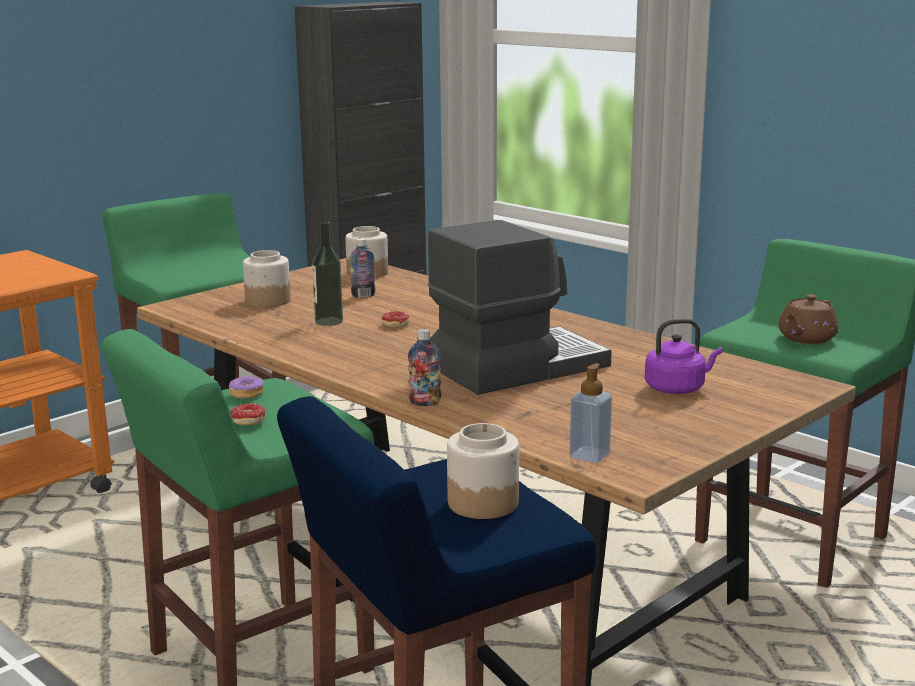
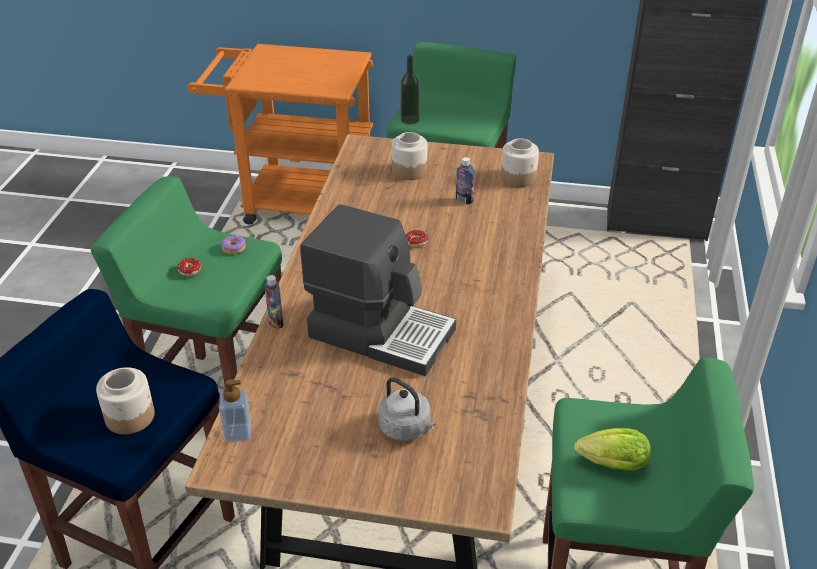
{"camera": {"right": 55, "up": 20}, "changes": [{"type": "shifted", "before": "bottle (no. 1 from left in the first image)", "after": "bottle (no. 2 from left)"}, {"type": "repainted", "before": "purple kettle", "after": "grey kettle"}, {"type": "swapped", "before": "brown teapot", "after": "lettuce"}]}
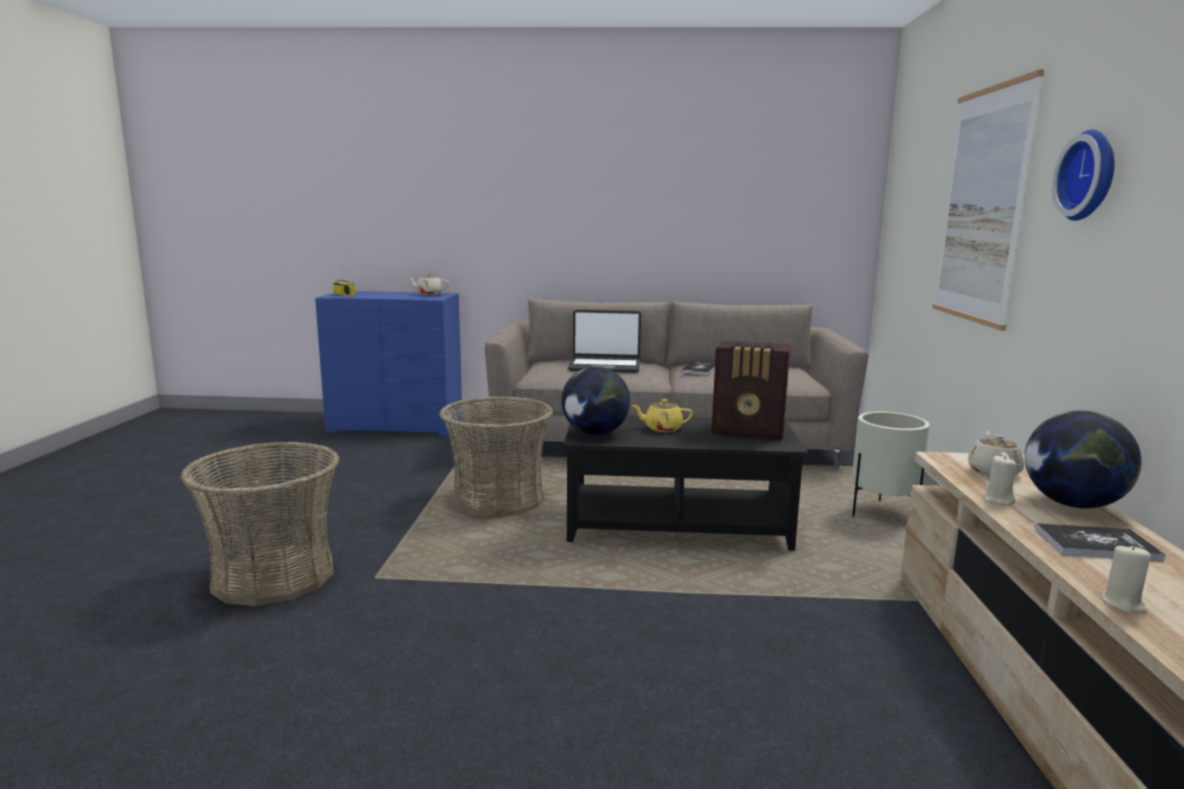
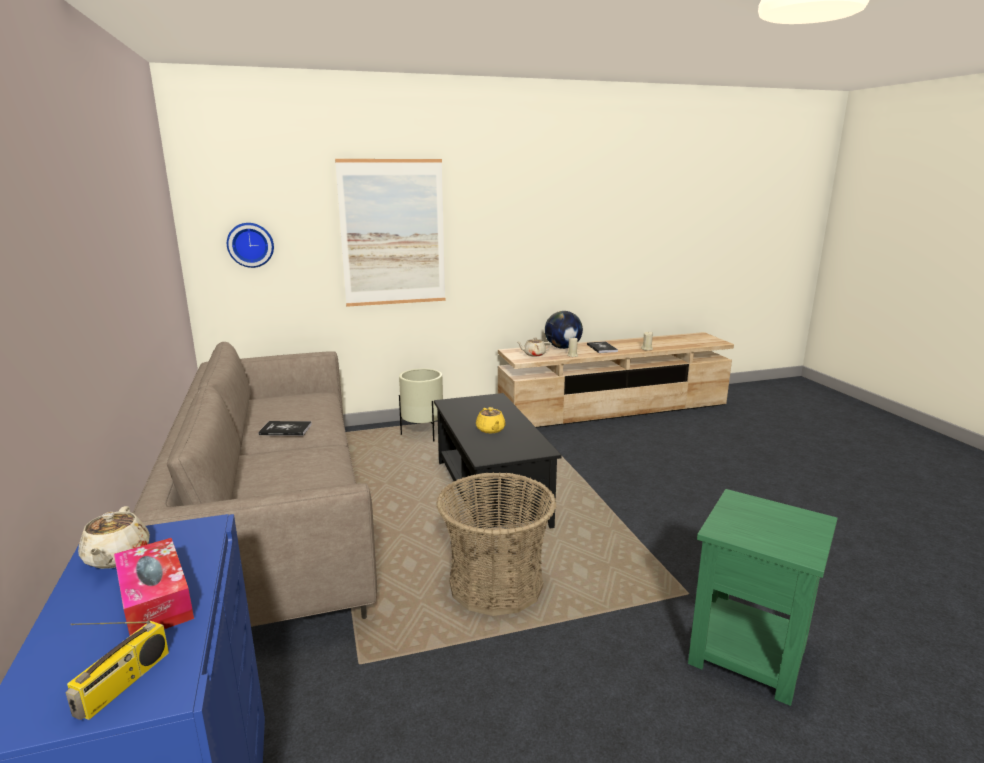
{"camera": {"right": -110, "up": 5}, "changes": [{"type": "swapped", "before": "basket (no. 1 from left)", "after": "green side table"}, {"type": "gone", "before": "globe (no. 1 from left)"}, {"type": "gone", "before": "laptop"}, {"type": "gone", "before": "radio (no. 2 from left)"}, {"type": "shifted", "before": "wall clock"}, {"type": "new", "after": "tissue box"}]}
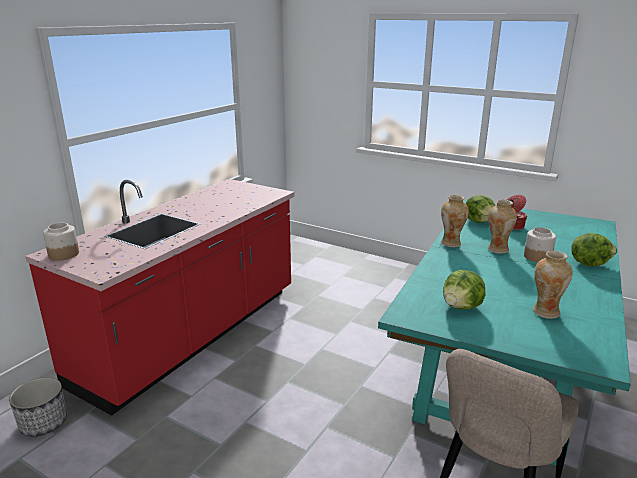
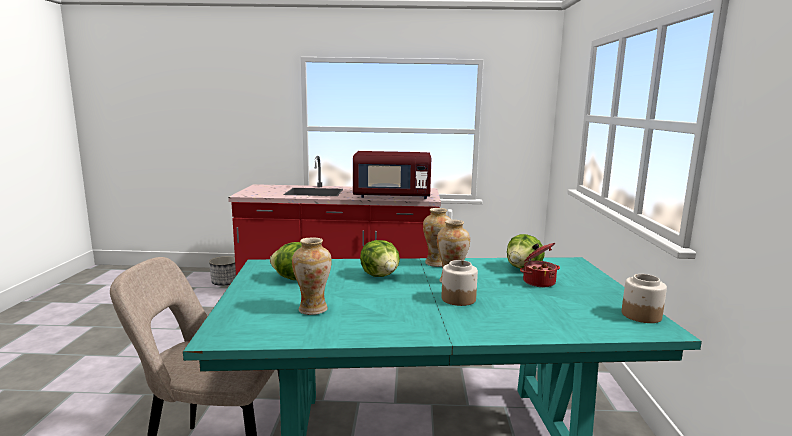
{"camera": {"right": 60, "up": -10}, "changes": [{"type": "shifted", "before": "jar (no. 1 from left in the first image)", "after": "jar (no. 2 from left)"}, {"type": "shifted", "before": "lettuce (no. 3 from left in the first image)", "after": "lettuce (no. 2 from left)"}, {"type": "new", "after": "red microwave"}]}
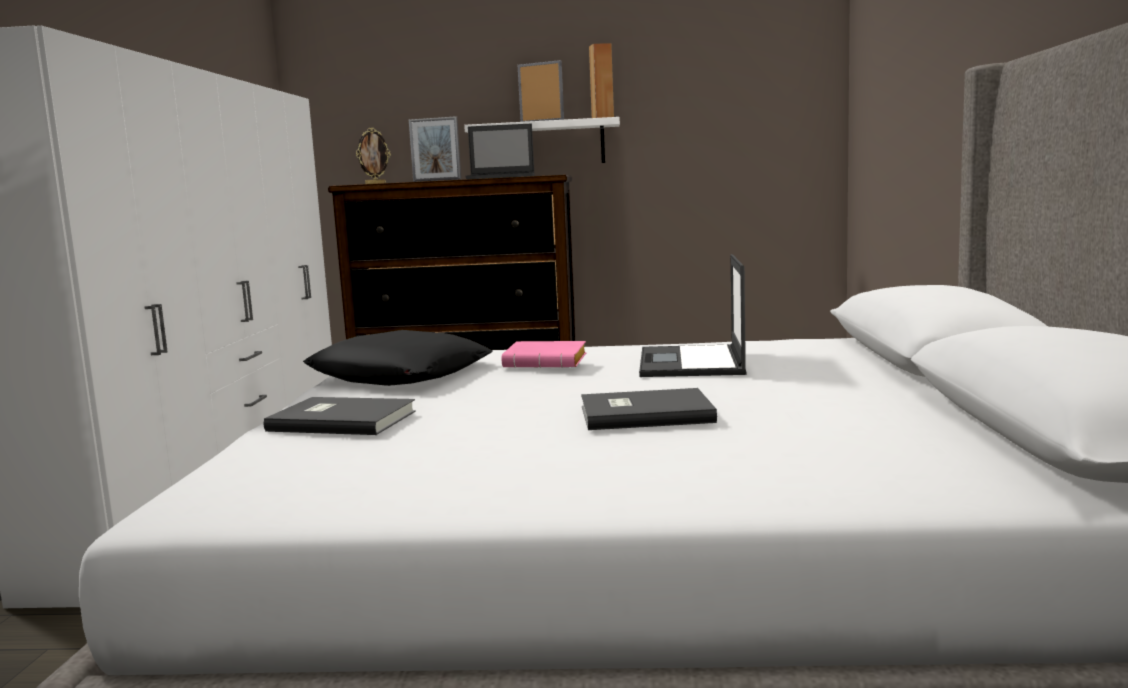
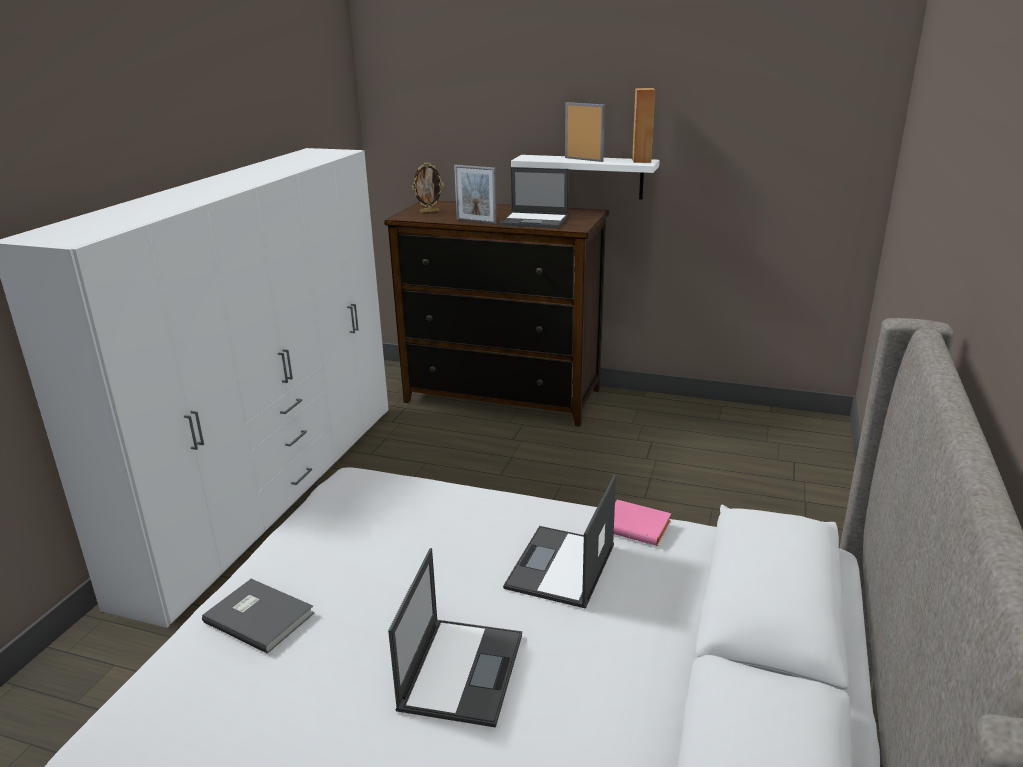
{"camera": {"right": 15, "up": 15}, "changes": [{"type": "gone", "before": "black pillow"}, {"type": "shifted", "before": "pink book"}, {"type": "swapped", "before": "grey book (no. 2 from left)", "after": "laptop (no. 1 from left)"}]}
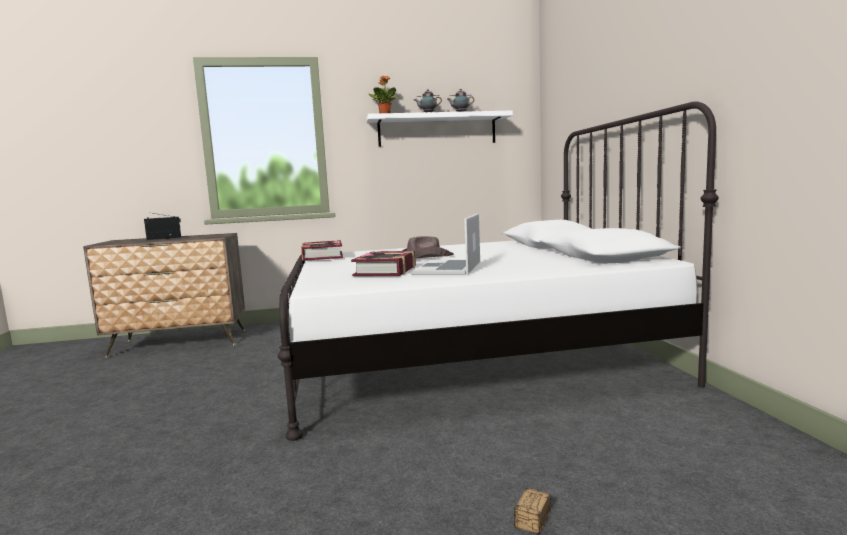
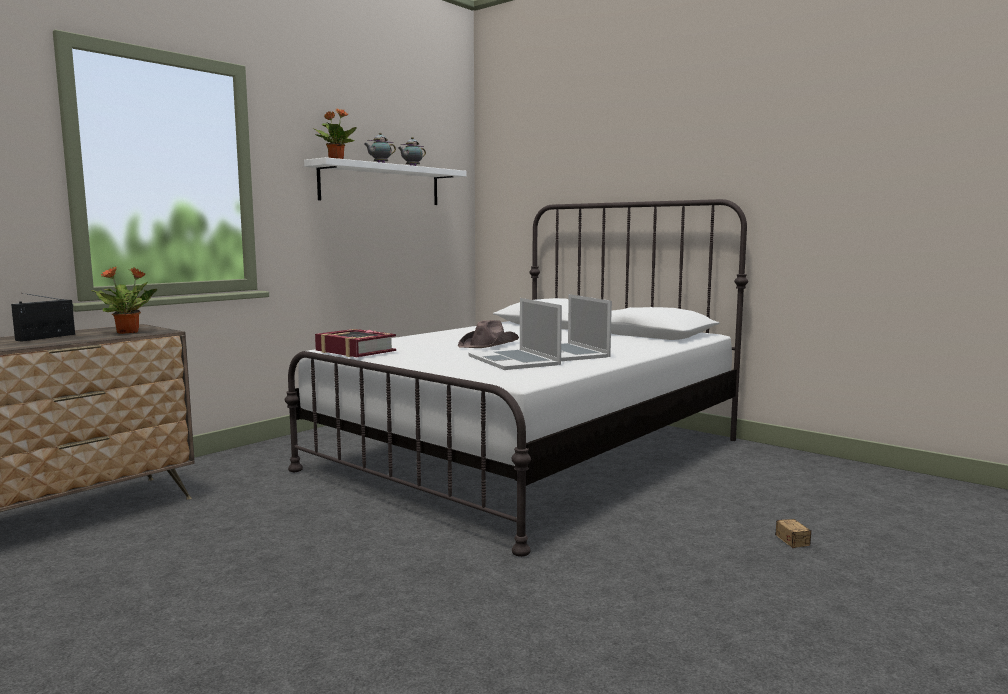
{"camera": {"right": -40, "up": 0}, "changes": [{"type": "swapped", "before": "book (no. 2 from left)", "after": "laptop (no. 1 from left)"}, {"type": "new", "after": "potted plant (no. 1 from left)"}]}
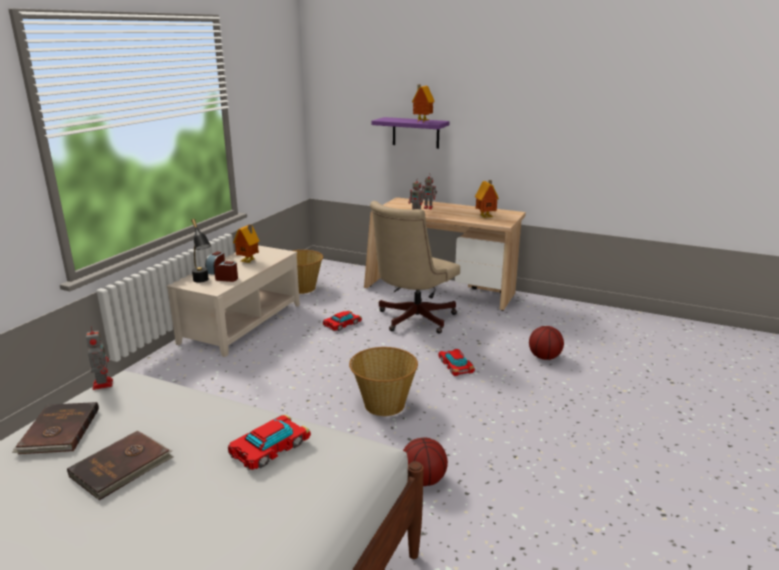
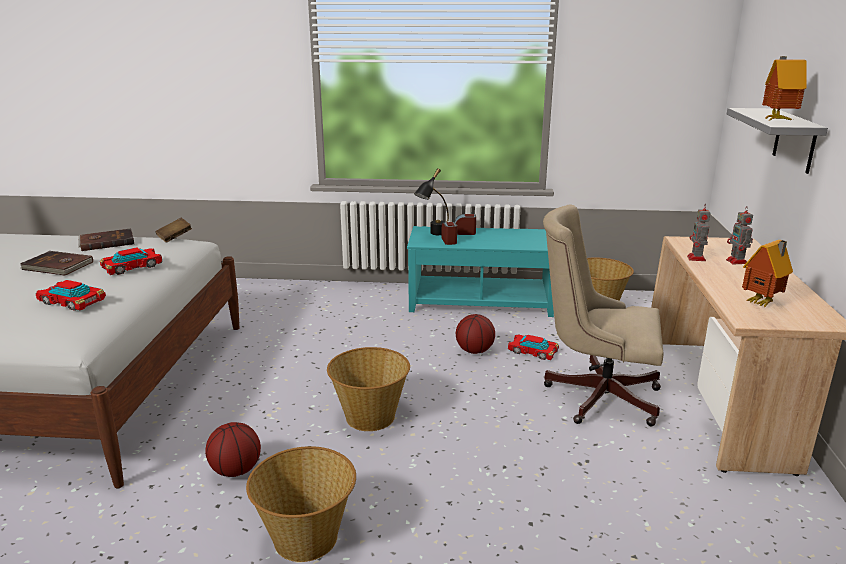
{"camera": {"right": 70, "up": 0}, "changes": [{"type": "swapped", "before": "toy robot (no. 1 from left)", "after": "brown book (no. 3 from left)"}, {"type": "repainted", "before": "beige coffee table", "after": "turquoise coffee table"}, {"type": "gone", "before": "toy house (no. 1 from left)"}, {"type": "repainted", "before": "purple shelf", "after": "grey shelf"}, {"type": "shifted", "before": "toy car (no. 3 from left in the first image)", "after": "toy car (no. 2 from left)"}, {"type": "shifted", "before": "basketball (no. 2 from left)"}, {"type": "new", "after": "basket (no. 1 from left)"}]}
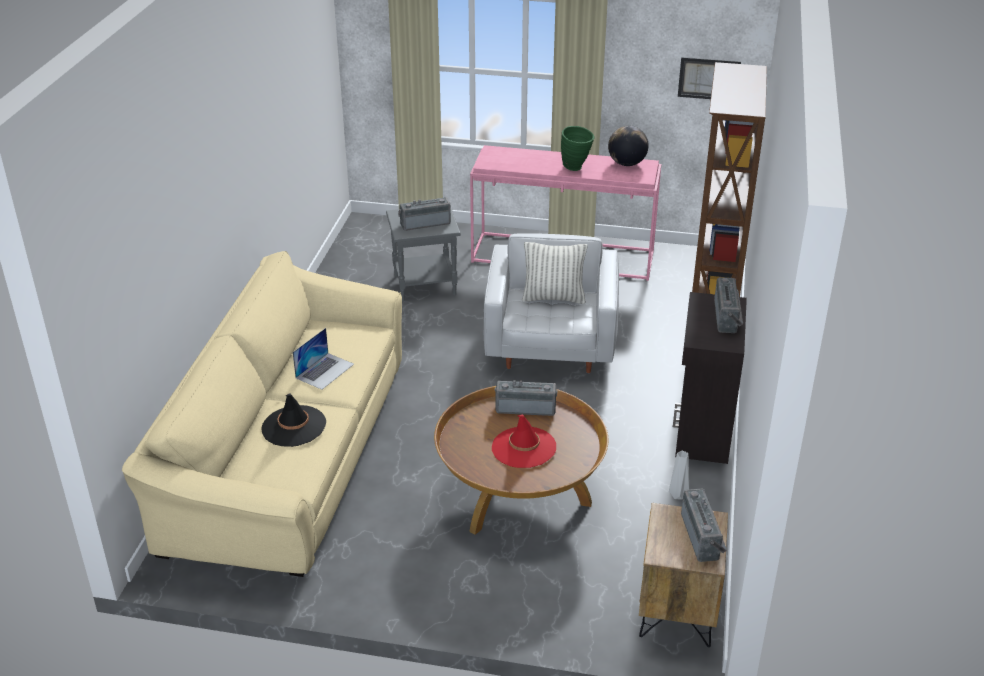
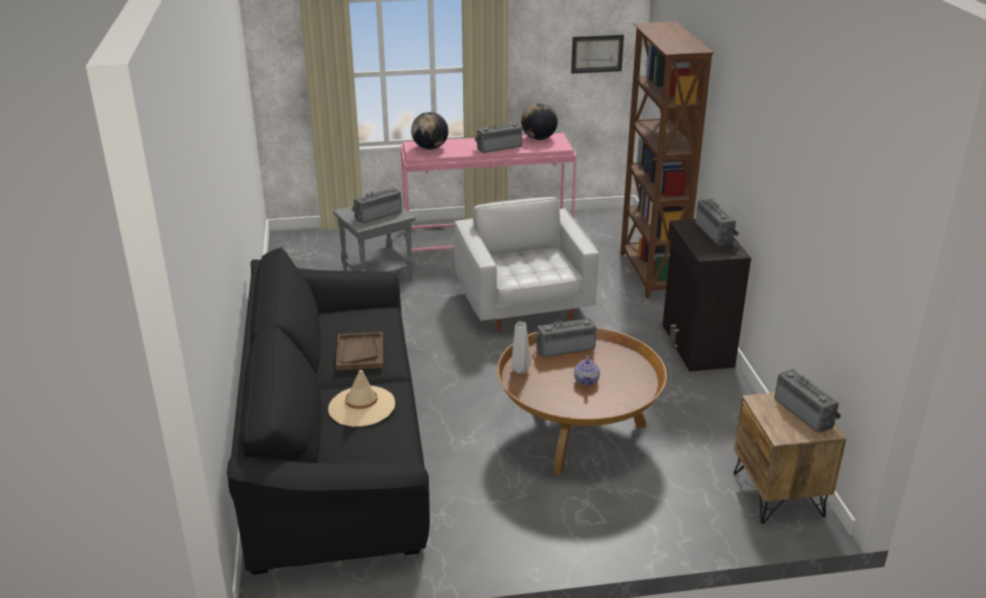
{"camera": {"right": -20, "up": -5}, "changes": [{"type": "repainted", "before": "beige sofa", "after": "black sofa"}, {"type": "repainted", "before": "black hat", "after": "beige hat"}, {"type": "swapped", "before": "laptop", "after": "brown tray"}, {"type": "swapped", "before": "red hat", "after": "teapot"}, {"type": "gone", "before": "pillow"}, {"type": "swapped", "before": "green vase", "after": "radio (no. 2 from left)"}, {"type": "shifted", "before": "grey vase"}, {"type": "new", "after": "globe (no. 1 from left)"}]}
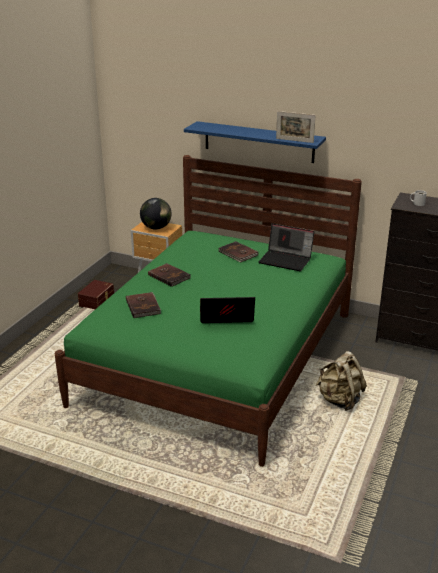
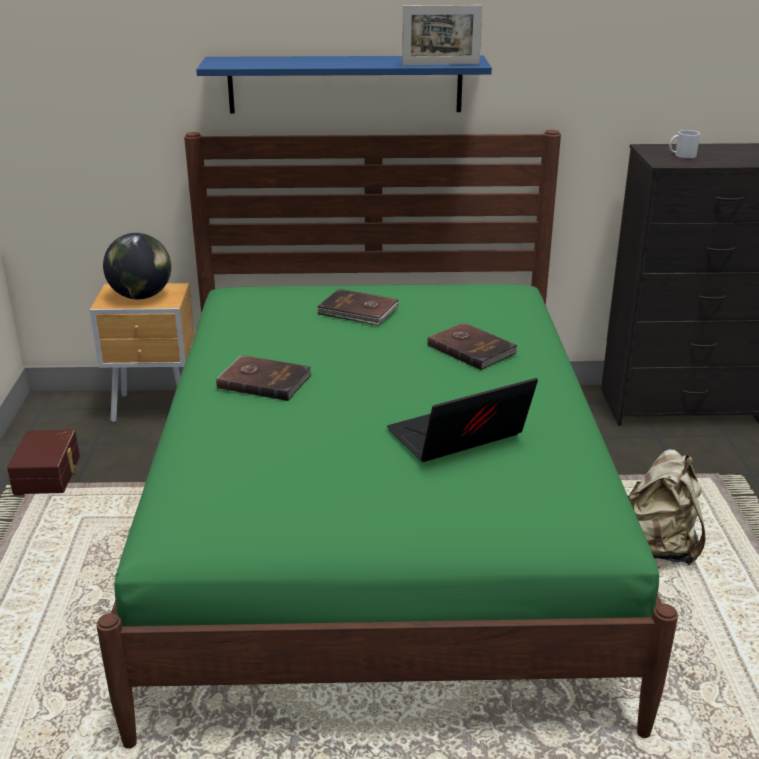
{"camera": {"right": -25, "up": 0}, "changes": [{"type": "shifted", "before": "brown book (no. 1 from left in the first image)", "after": "brown book (no. 3 from left)"}, {"type": "gone", "before": "laptop (no. 2 from left)"}]}
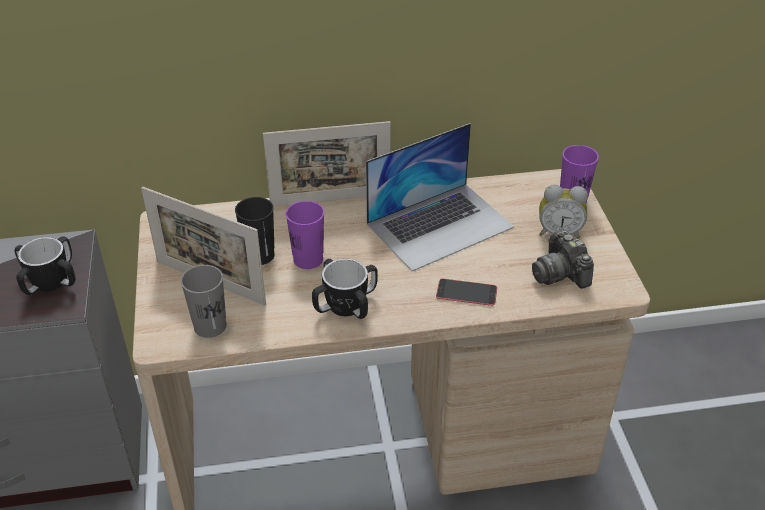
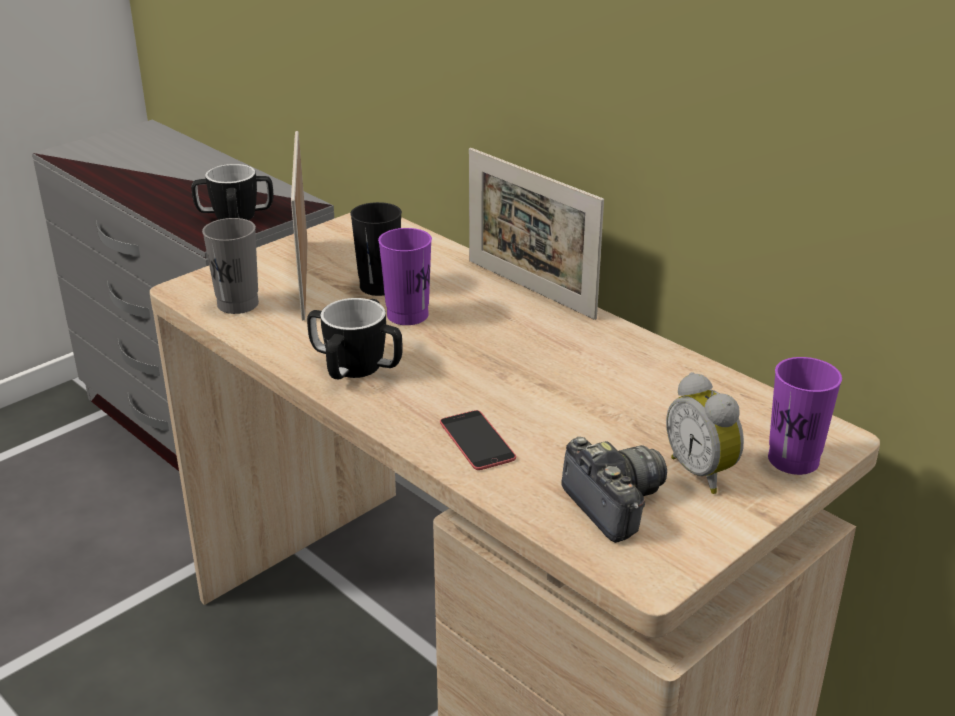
{"camera": {"right": 55, "up": -10}, "changes": [{"type": "gone", "before": "laptop"}, {"type": "rotated", "before": "photo camera", "turn": 120}]}
